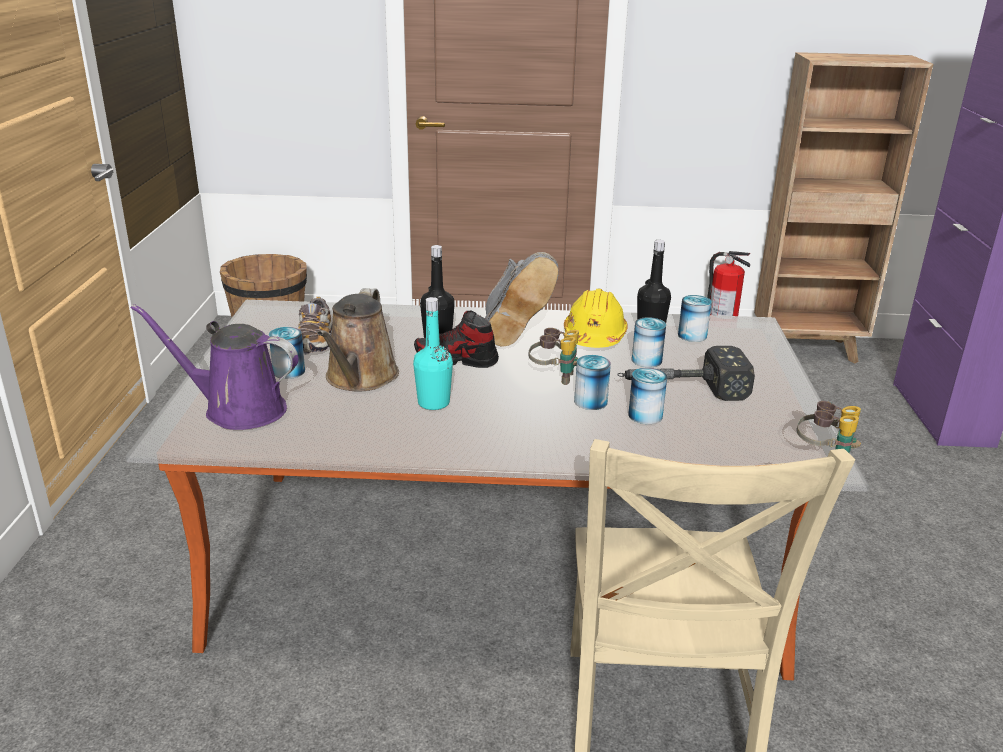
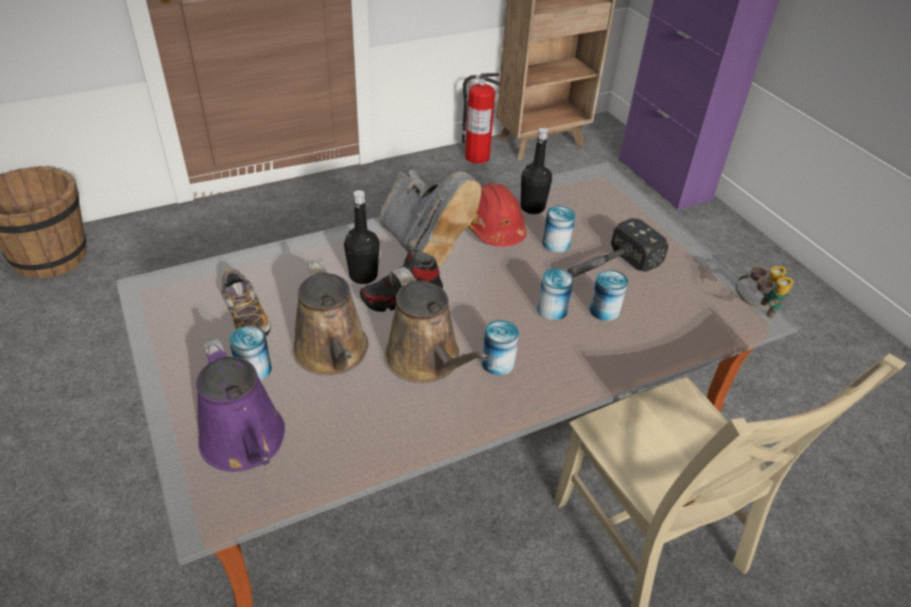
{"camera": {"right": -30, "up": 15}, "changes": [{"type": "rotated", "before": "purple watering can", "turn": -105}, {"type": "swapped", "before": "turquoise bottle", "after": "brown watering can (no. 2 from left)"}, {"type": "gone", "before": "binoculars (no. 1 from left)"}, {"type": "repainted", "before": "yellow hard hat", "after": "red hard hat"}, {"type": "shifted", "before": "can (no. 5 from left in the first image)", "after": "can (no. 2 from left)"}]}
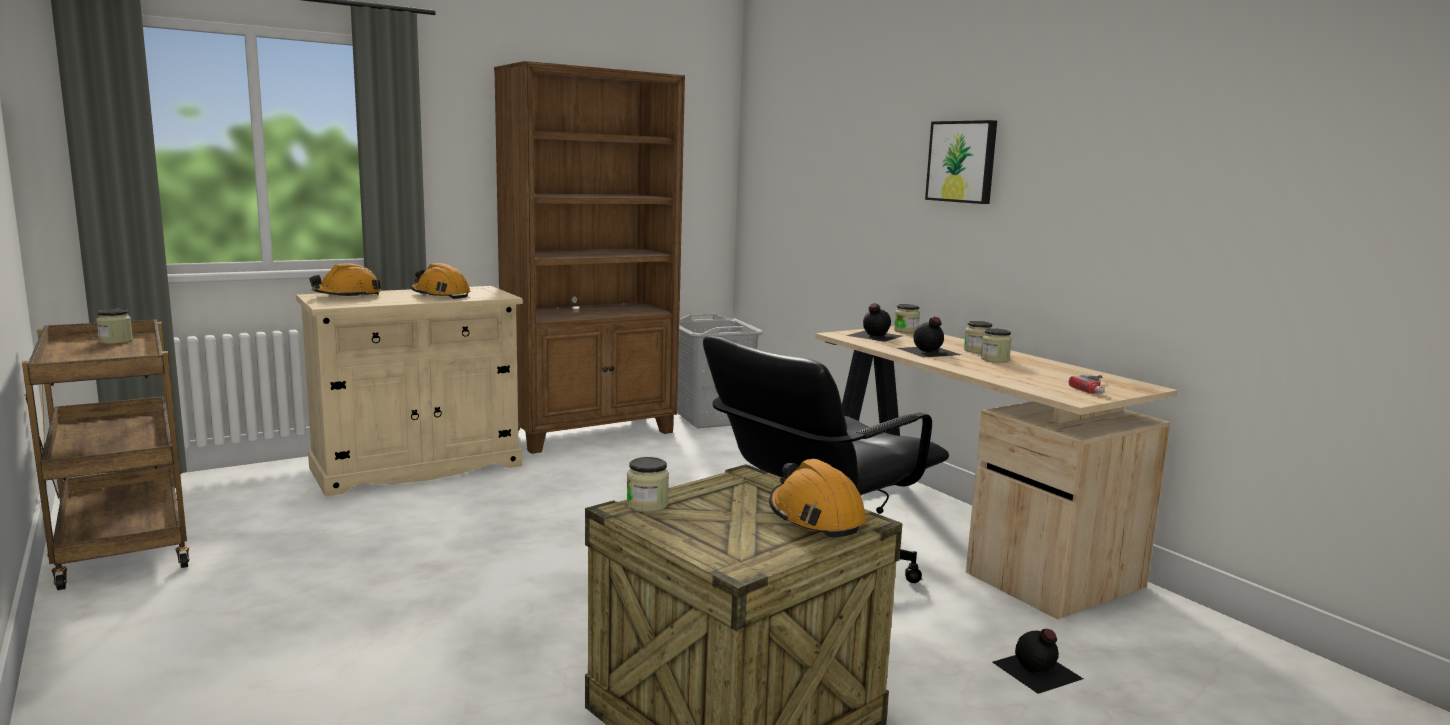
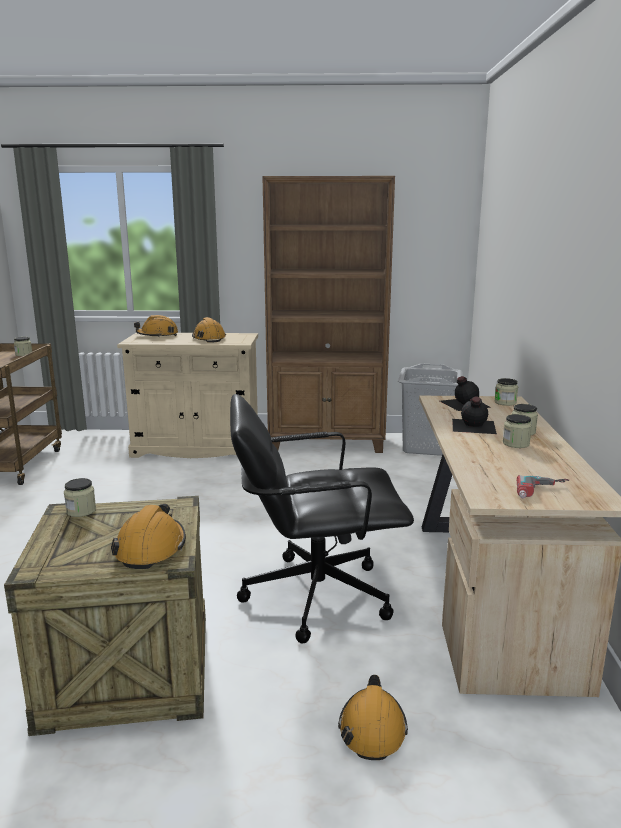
{"camera": {"right": 35, "up": 5}, "changes": [{"type": "gone", "before": "picture"}, {"type": "swapped", "before": "black bottle (no. 3 from left)", "after": "orange hard hat (no. 4 from left)"}]}
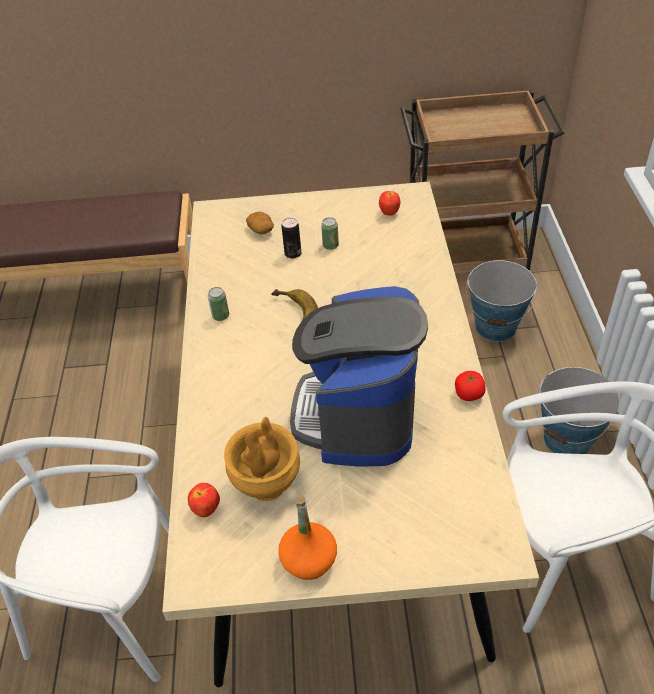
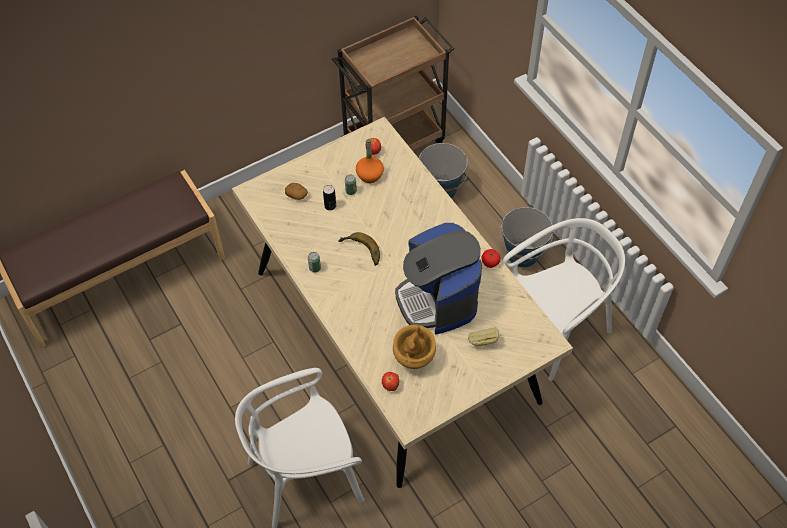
{"camera": {"right": -30, "up": 10}, "changes": [{"type": "shifted", "before": "orange bottle"}, {"type": "new", "after": "bread"}]}
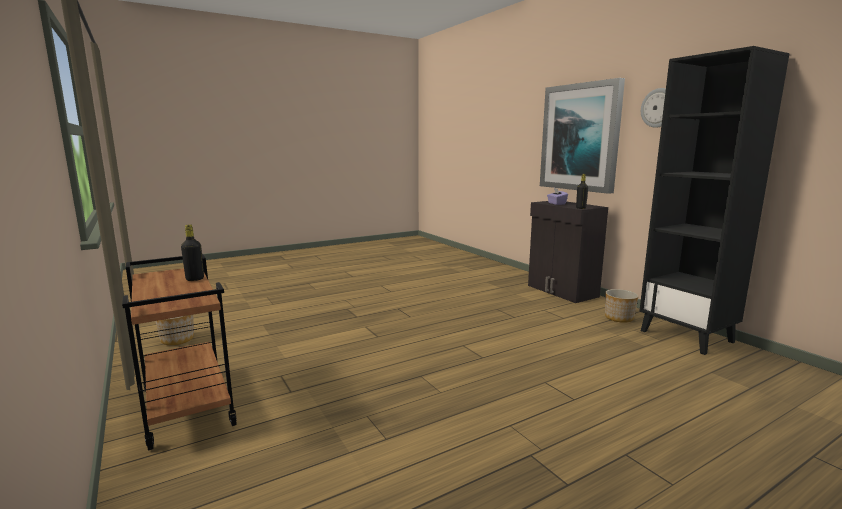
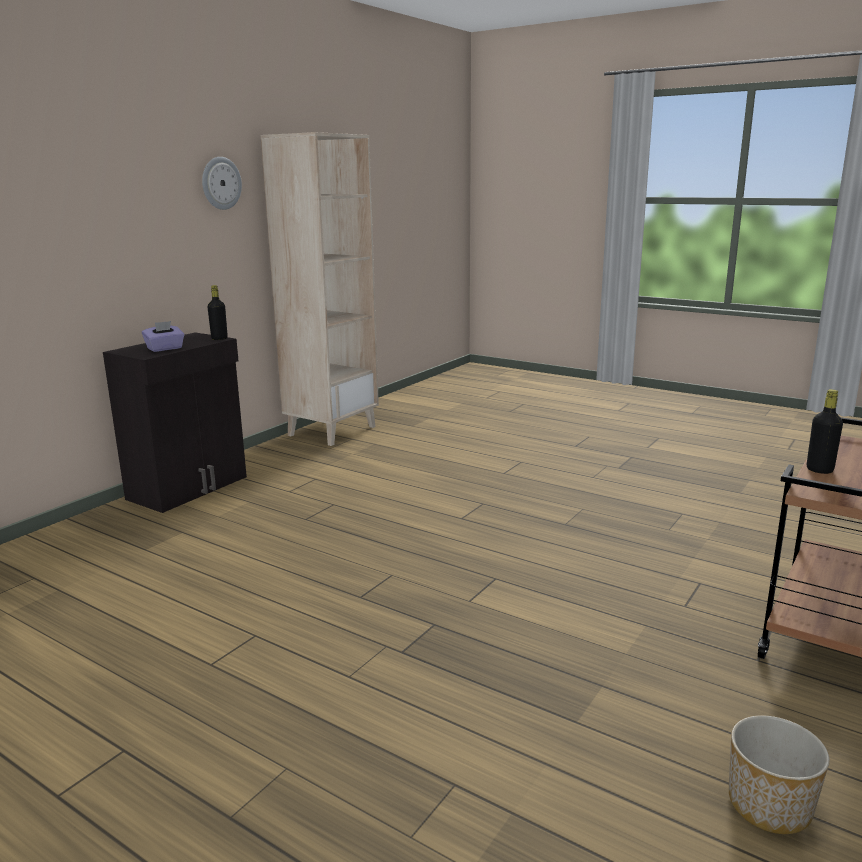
{"camera": {"right": -115, "up": 5}, "changes": [{"type": "gone", "before": "picture"}, {"type": "gone", "before": "planter (no. 2 from left)"}, {"type": "repainted", "before": "black bookcase", "after": "beige bookcase"}]}
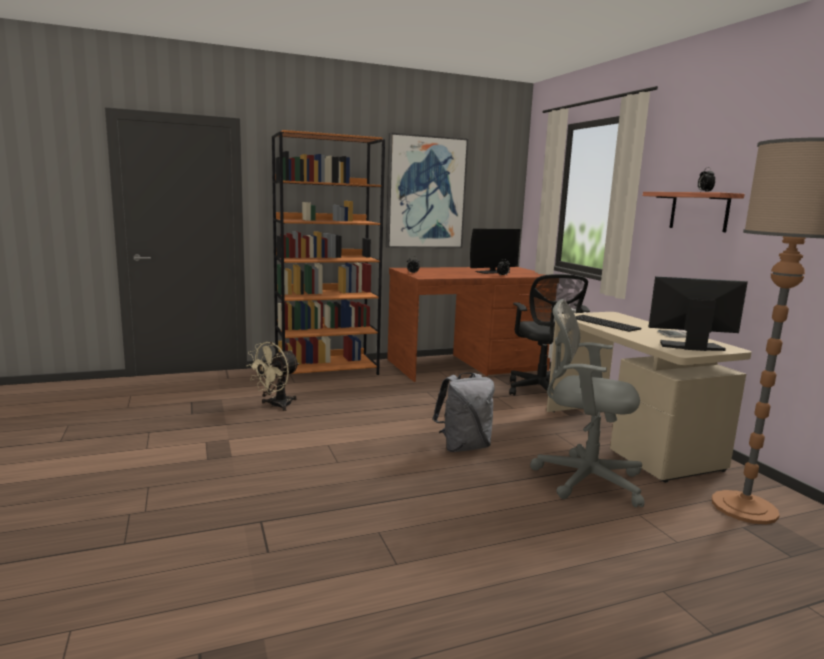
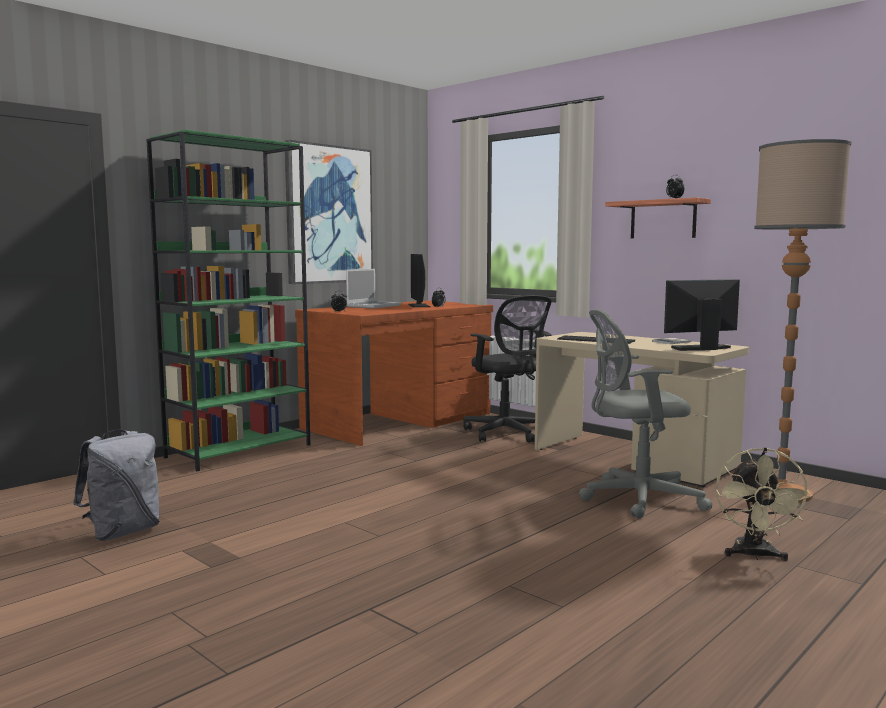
{"camera": {"right": -25, "up": -5}, "changes": [{"type": "shifted", "before": "beige fan"}, {"type": "repainted", "before": "orange bookcase", "after": "green bookcase"}, {"type": "shifted", "before": "grey backpack"}, {"type": "rotated", "before": "monitor (no. 1 from left)", "turn": 135}, {"type": "new", "after": "laptop"}]}
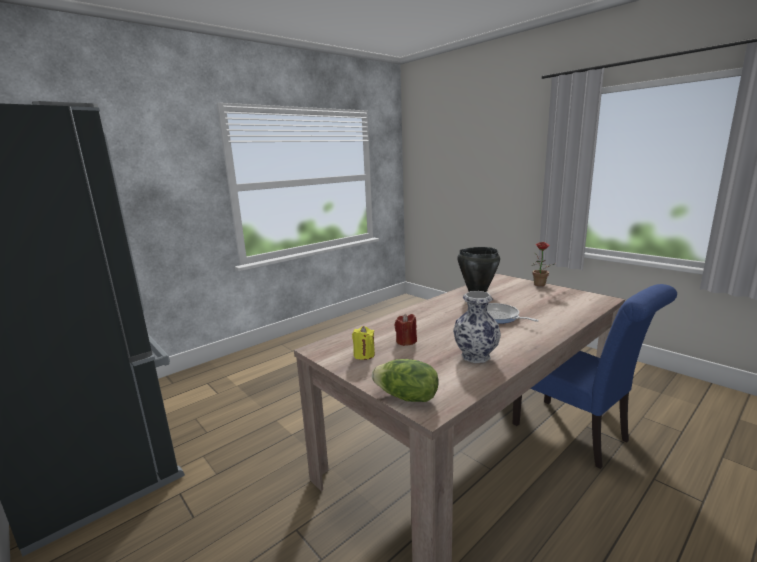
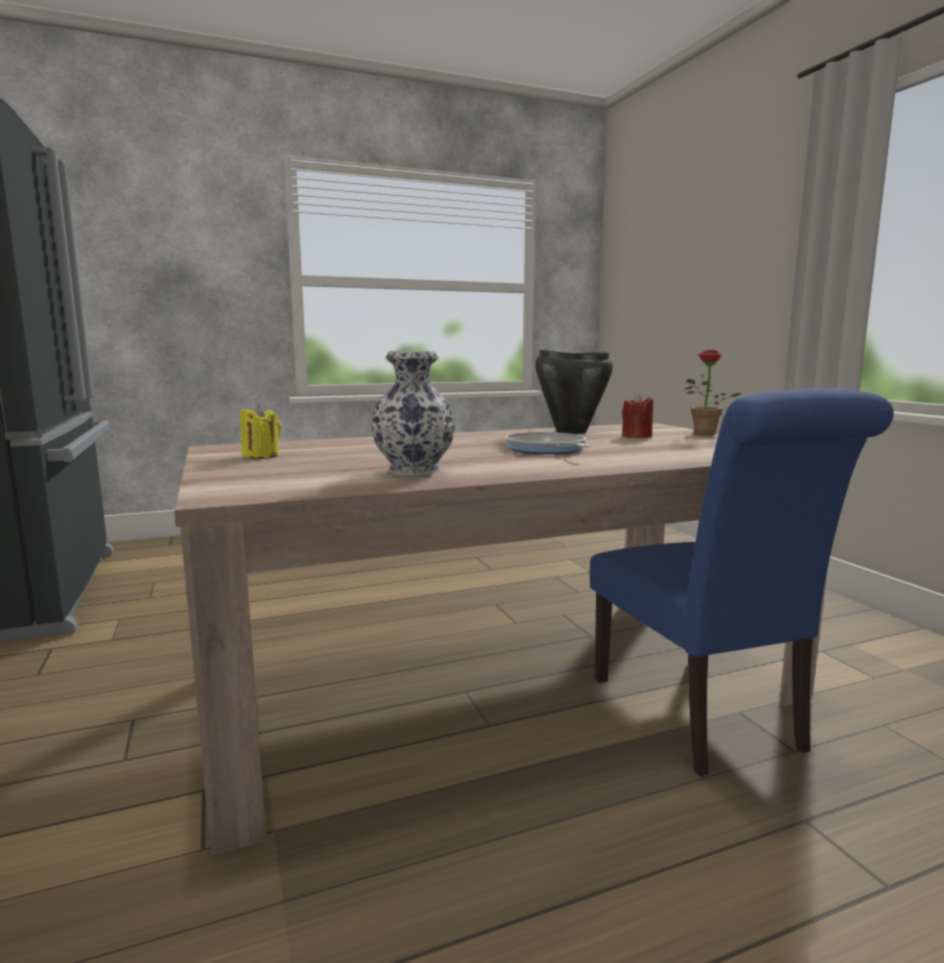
{"camera": {"right": 20, "up": -5}, "changes": [{"type": "gone", "before": "lettuce"}, {"type": "shifted", "before": "red candle"}]}
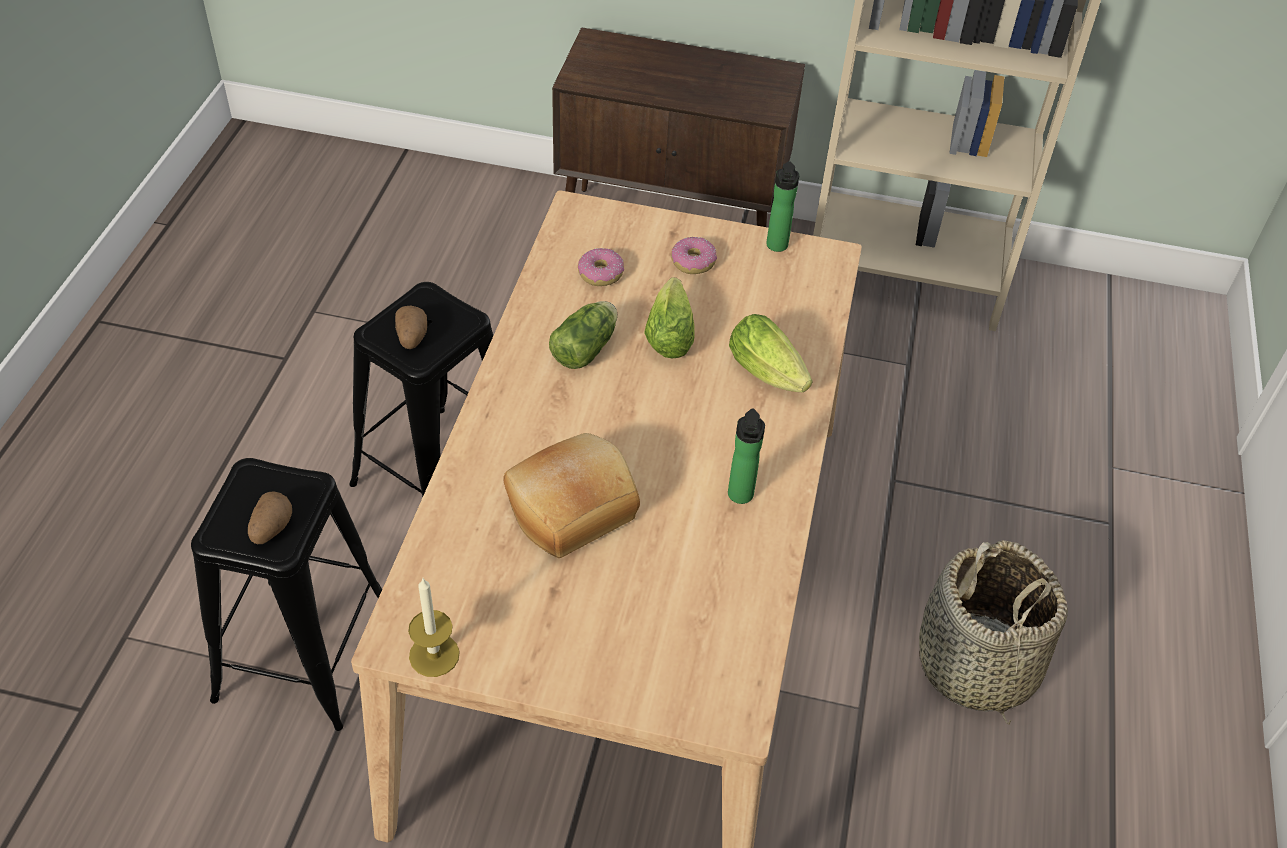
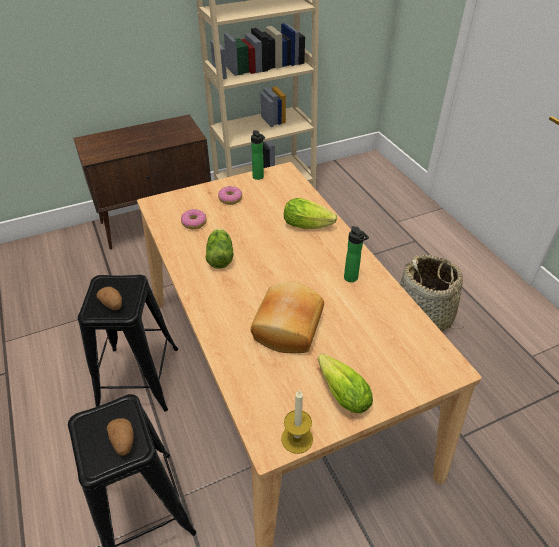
{"camera": {"right": -35, "up": -5}, "changes": [{"type": "shifted", "before": "lettuce (no. 2 from left in the first image)", "after": "lettuce (no. 3 from left)"}]}
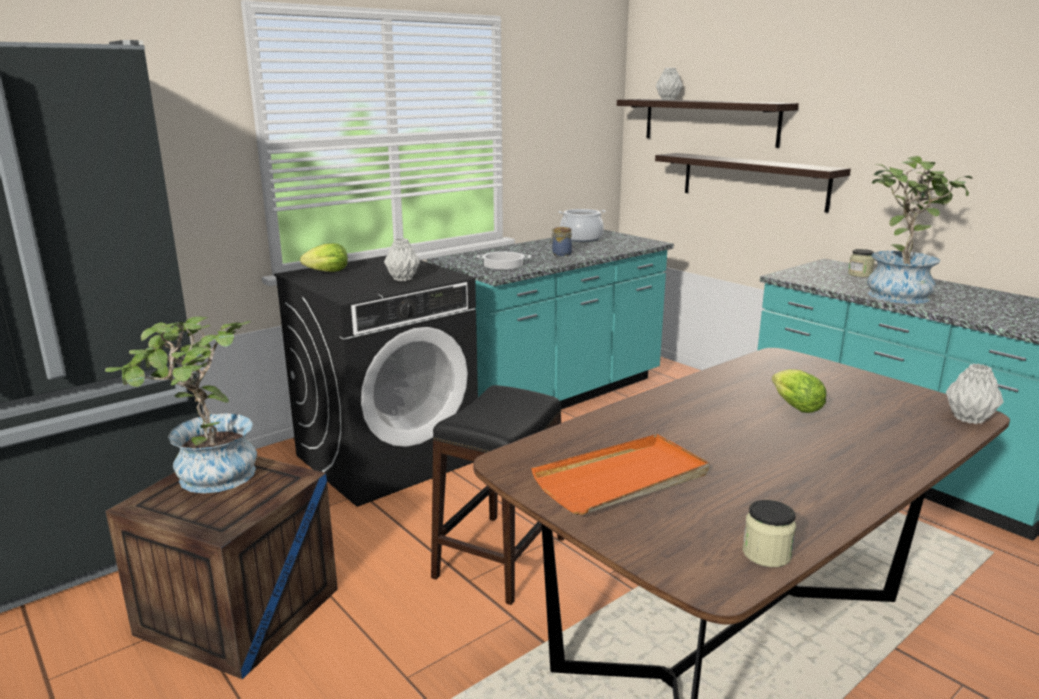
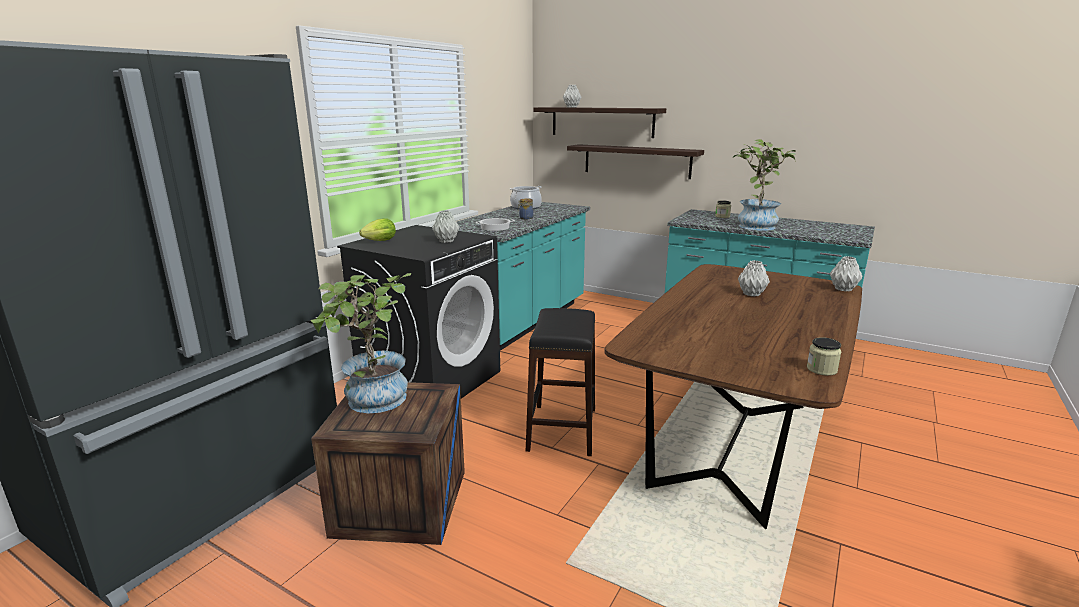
{"camera": {"right": -20, "up": 0}, "changes": [{"type": "gone", "before": "orange tray"}, {"type": "swapped", "before": "lettuce (no. 2 from left)", "after": "grey vase (no. 3 from left)"}]}
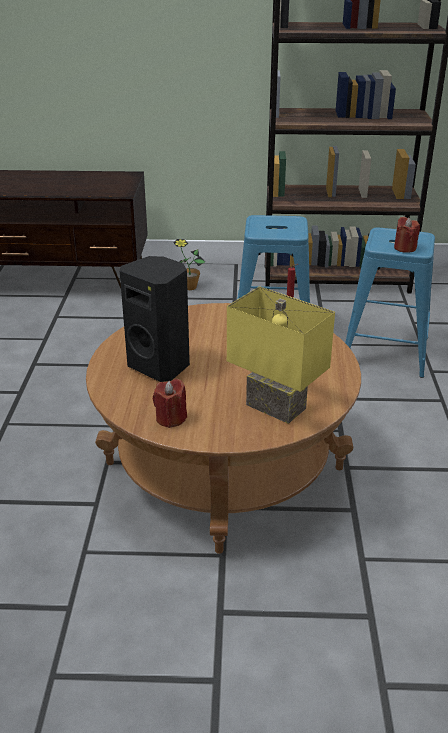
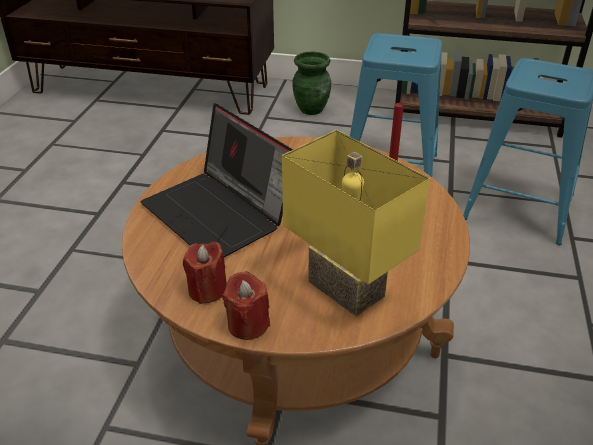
{"camera": {"right": 10, "up": 5}, "changes": [{"type": "swapped", "before": "black speaker", "after": "laptop"}, {"type": "swapped", "before": "potted plant", "after": "green vase"}, {"type": "shifted", "before": "red candle (no. 3 from left in the first image)", "after": "red candle (no. 2 from left)"}]}
